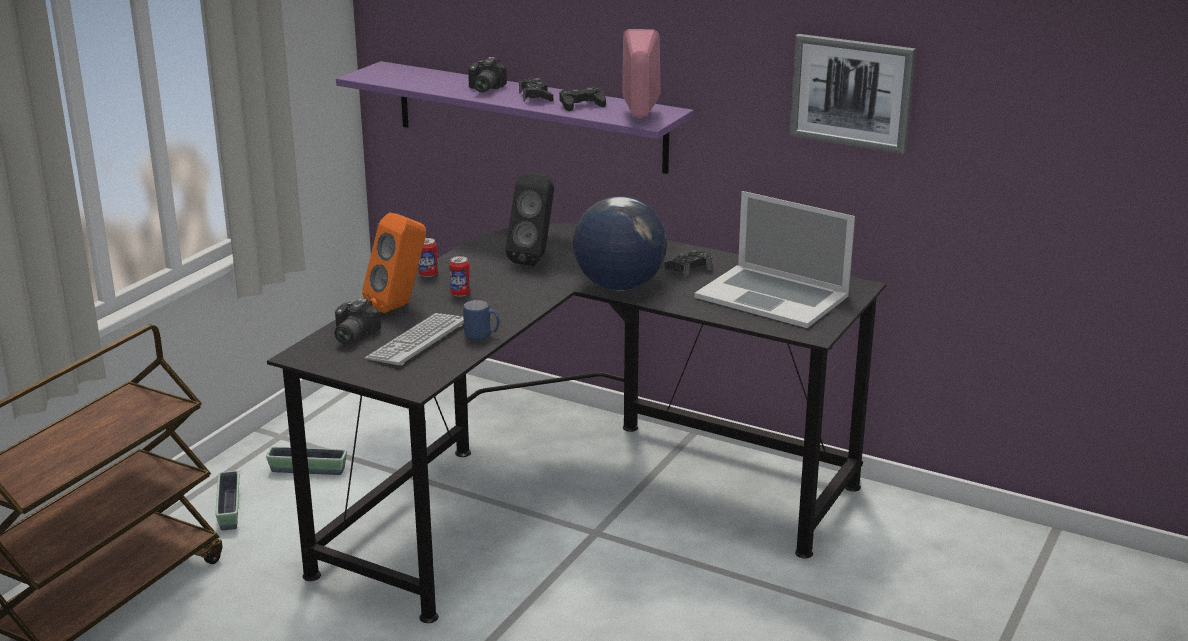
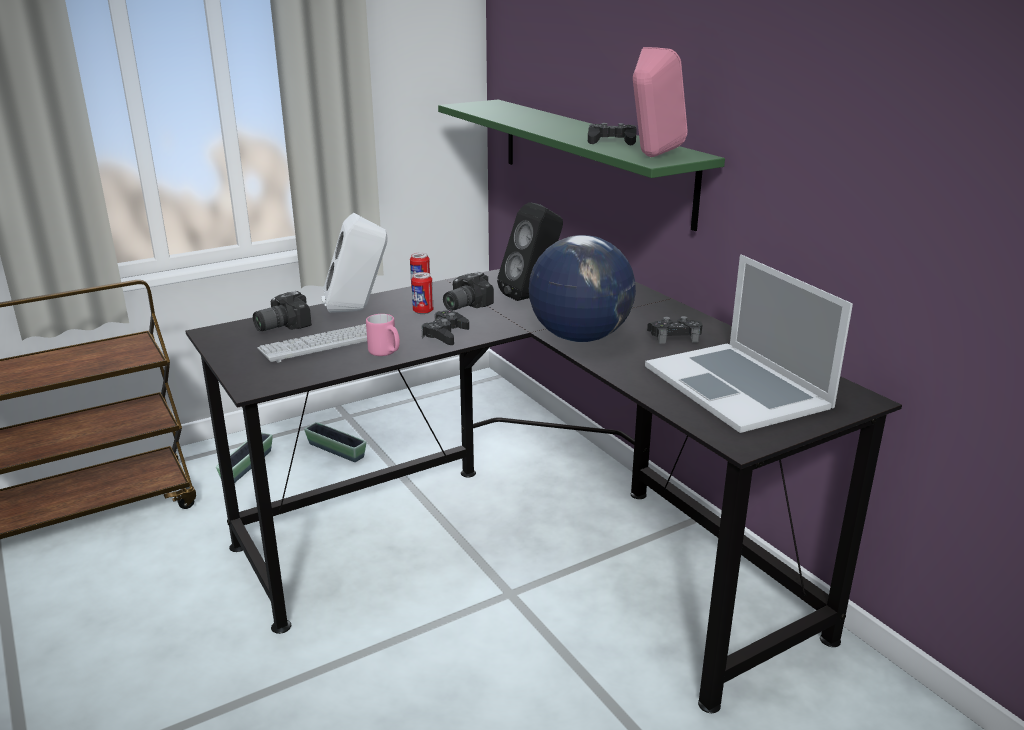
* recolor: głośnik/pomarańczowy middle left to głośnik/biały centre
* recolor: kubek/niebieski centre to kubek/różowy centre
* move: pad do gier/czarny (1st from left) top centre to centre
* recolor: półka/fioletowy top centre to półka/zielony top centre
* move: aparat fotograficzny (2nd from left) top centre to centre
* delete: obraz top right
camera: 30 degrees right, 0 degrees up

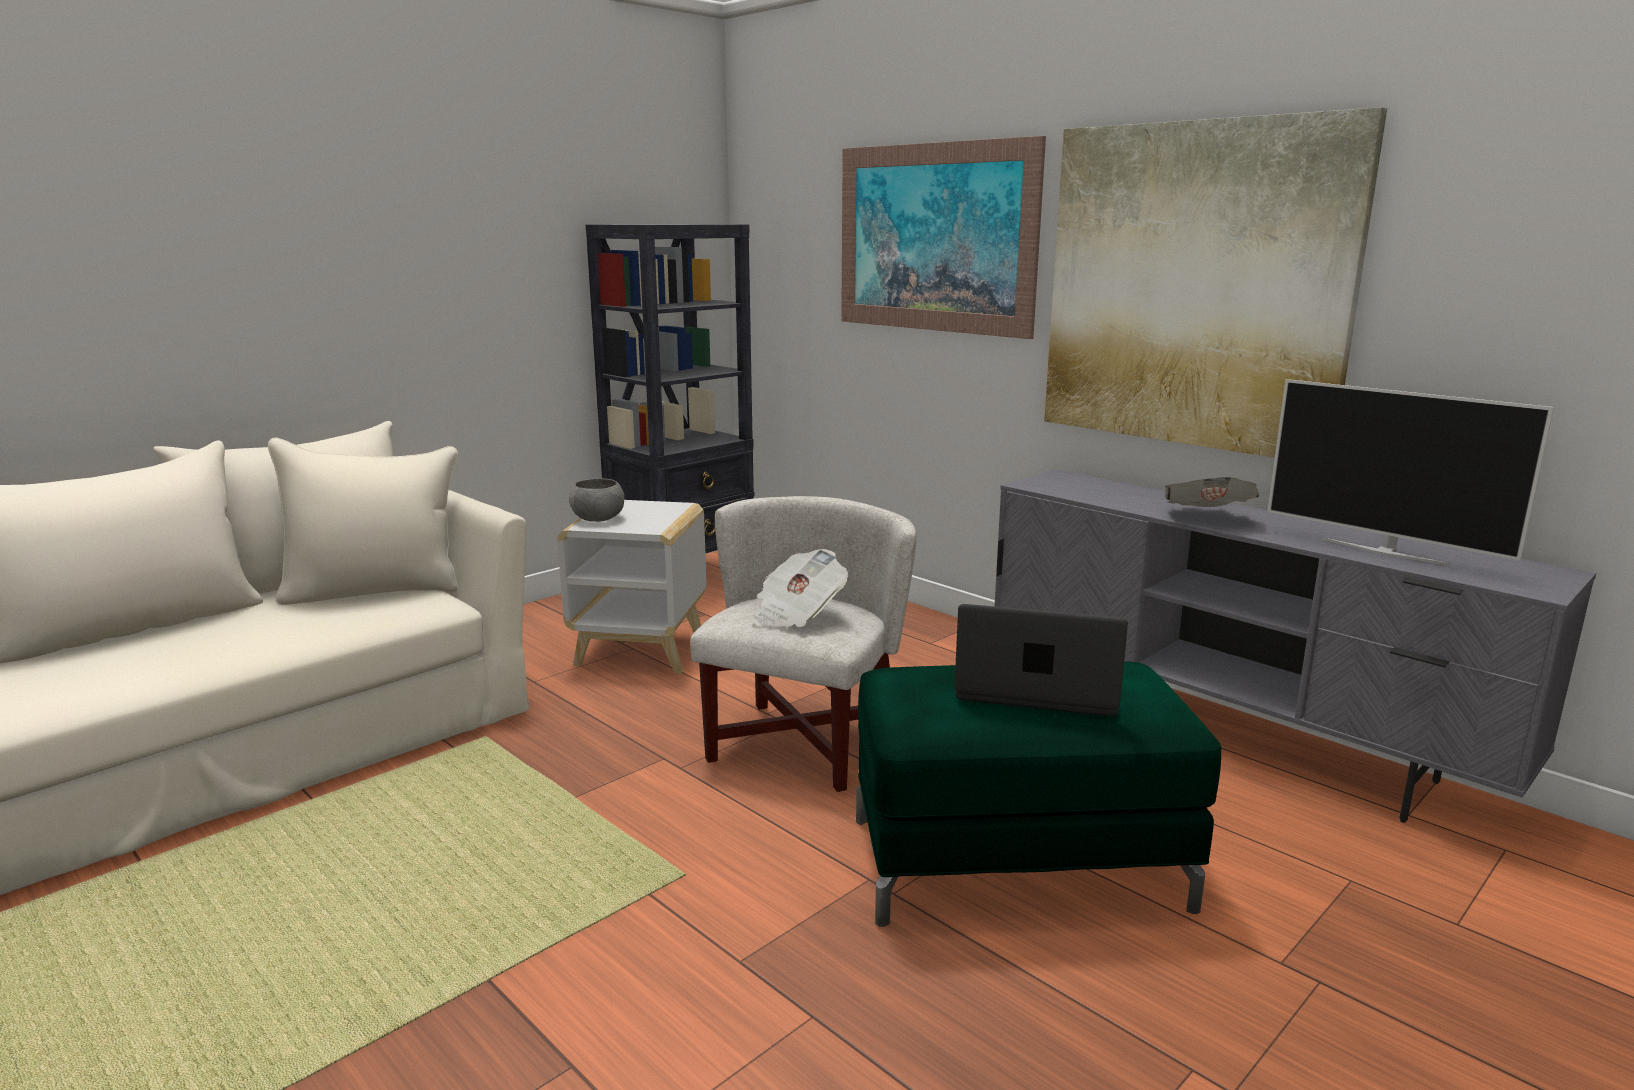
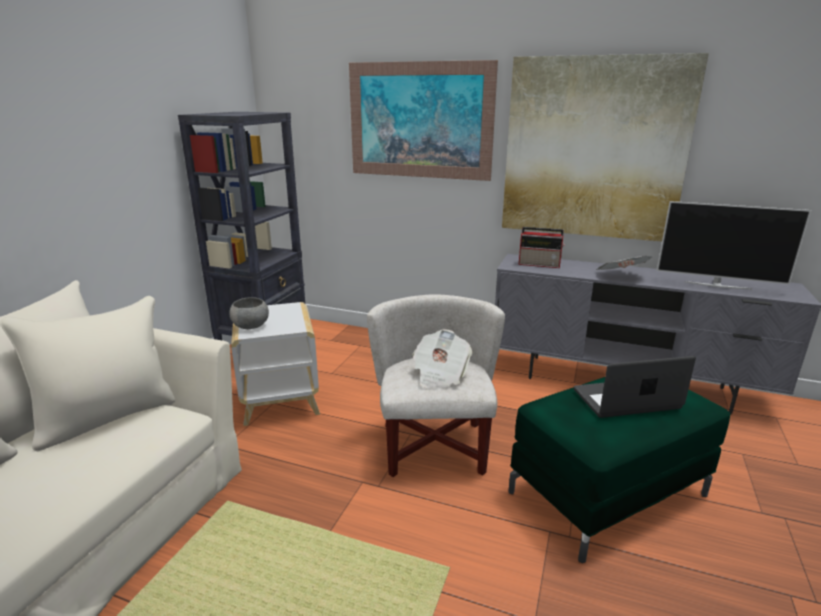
* insert: radio centre
camera: 25 degrees left, 5 degrees up

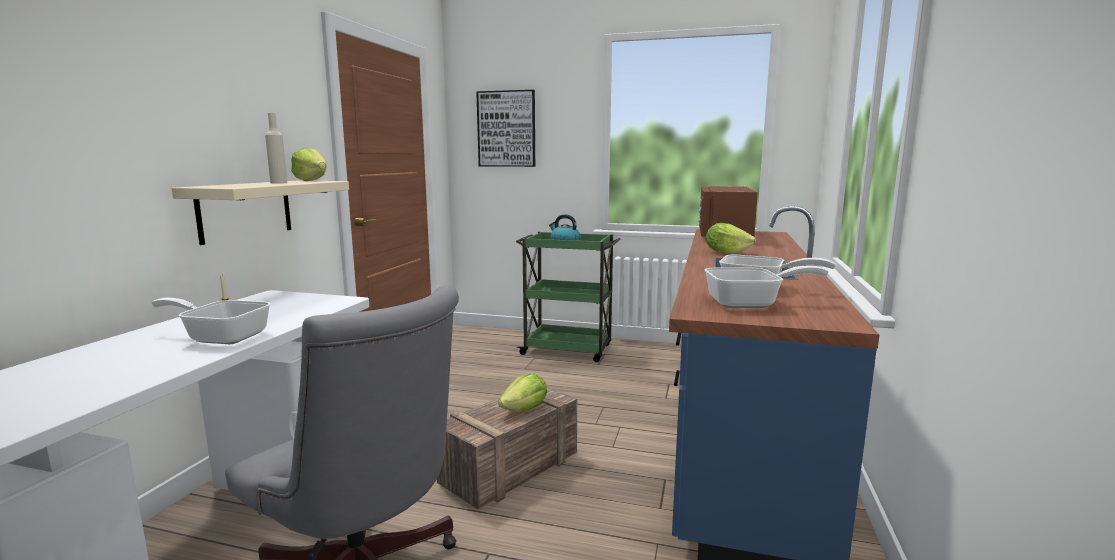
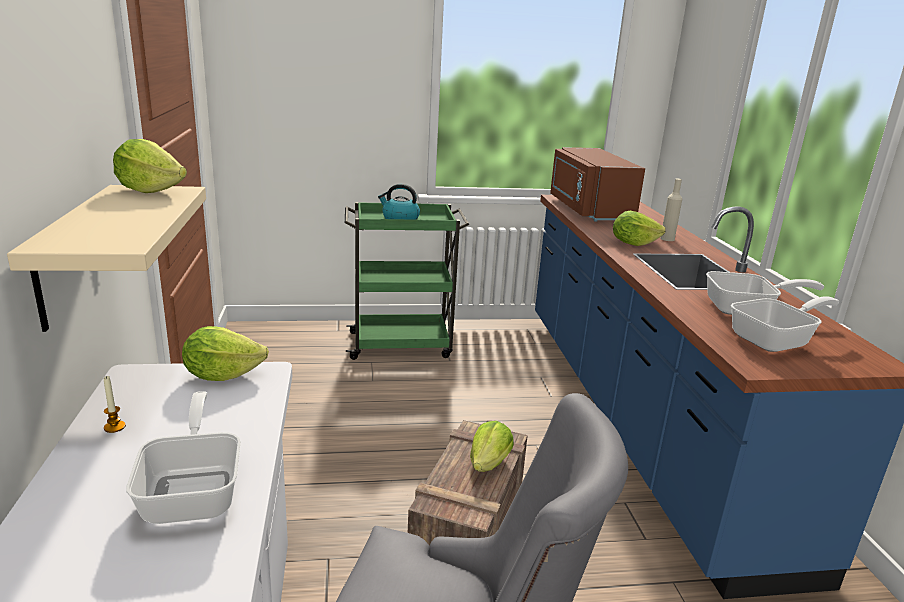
* rotate: patelnia (1st from left) middle left = bottom left 90 degrees clockwise
* insert: sałata (2nd from left) middle left
* move: butelka/beżowy top left to middle right
* delete: obraz top centre
camera: 25 degrees left, 10 degrees up

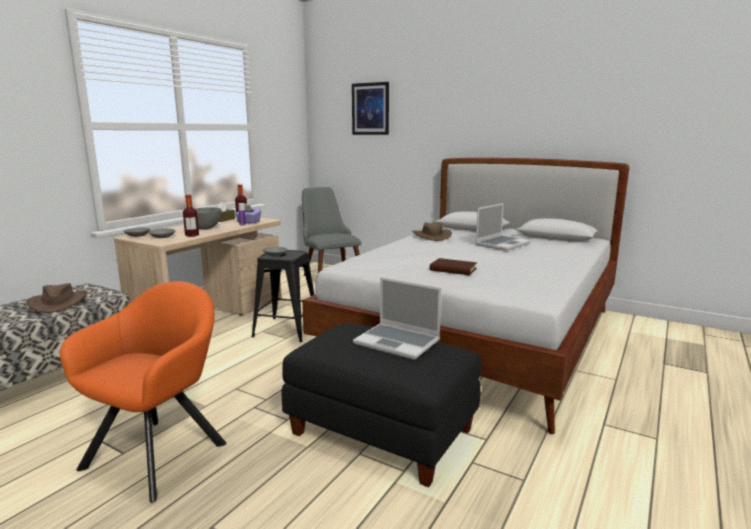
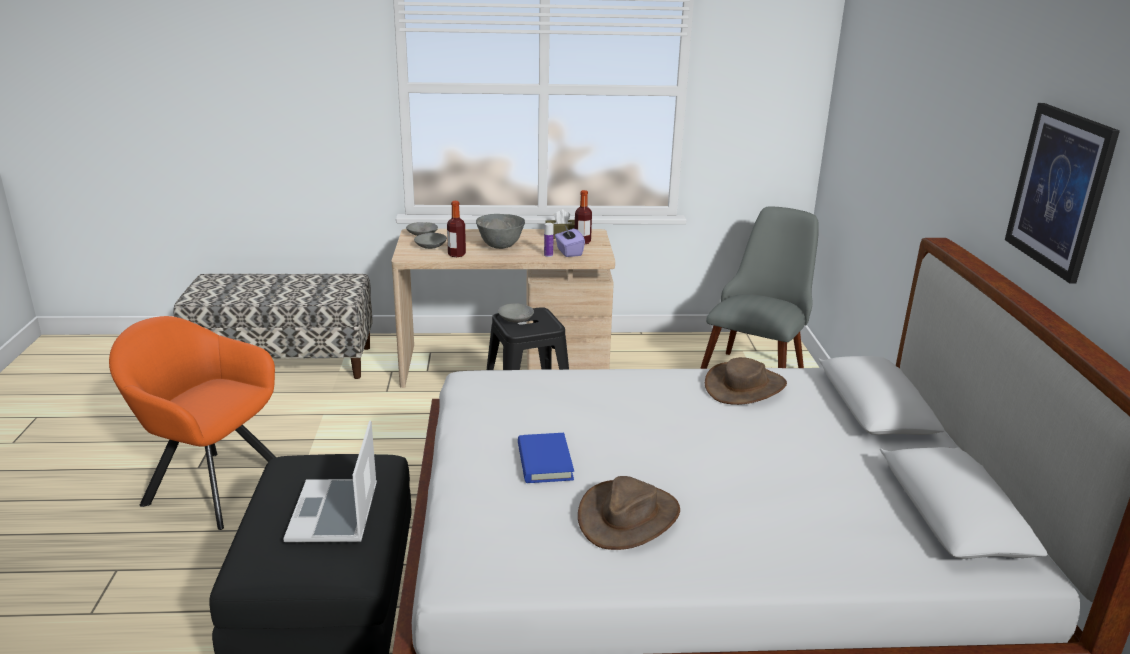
* rotate: fotel/pomarańczowy bottom left = middle left 150 degrees counterclockwise
* recolor: książka/brązowy centre to książka/niebieski bottom centre
* move: kapelusz/brązowy (1st from left) middle left to bottom centre
* move: obraz top centre to top right
* delete: laptop (2nd from left) middle right
camera: 55 degrees right, 10 degrees up

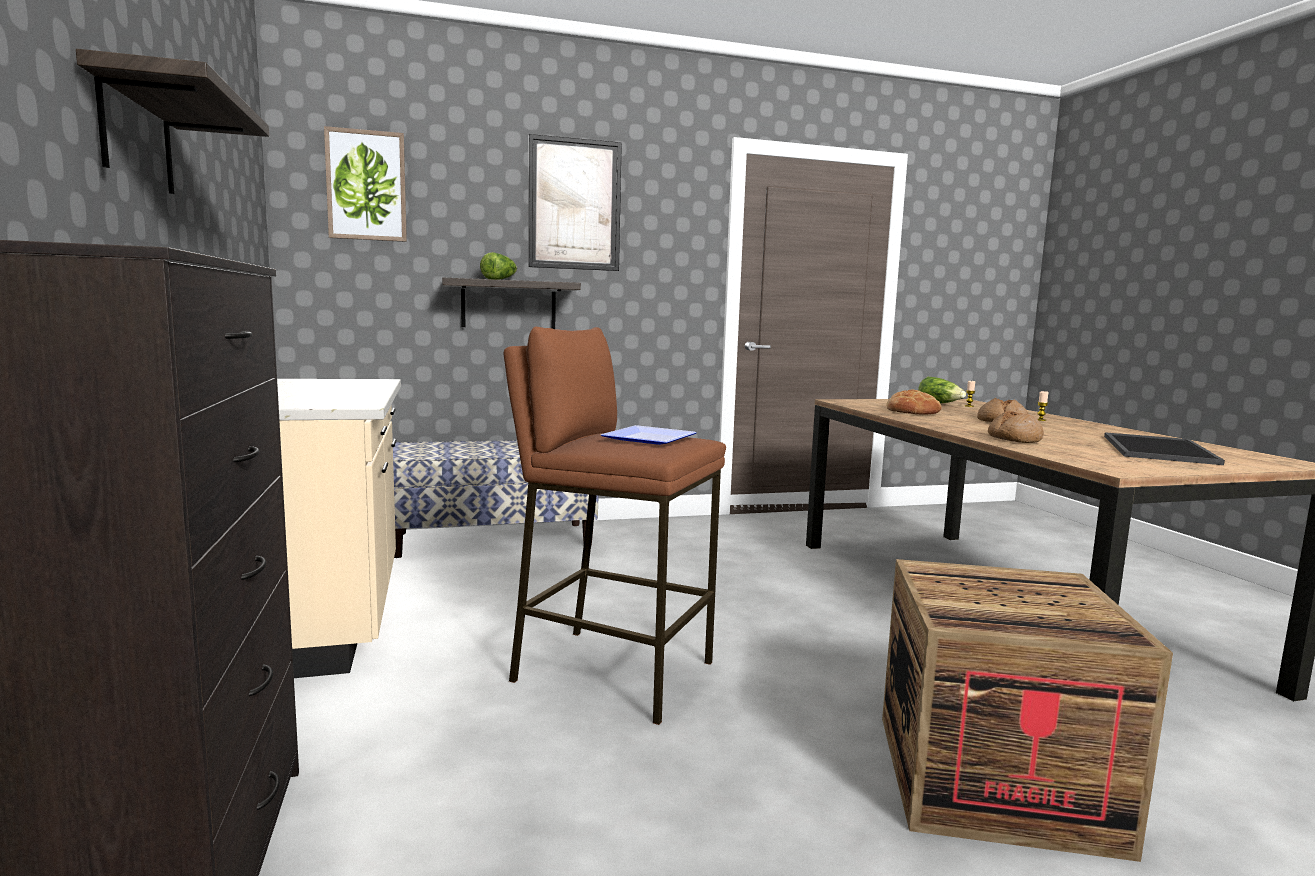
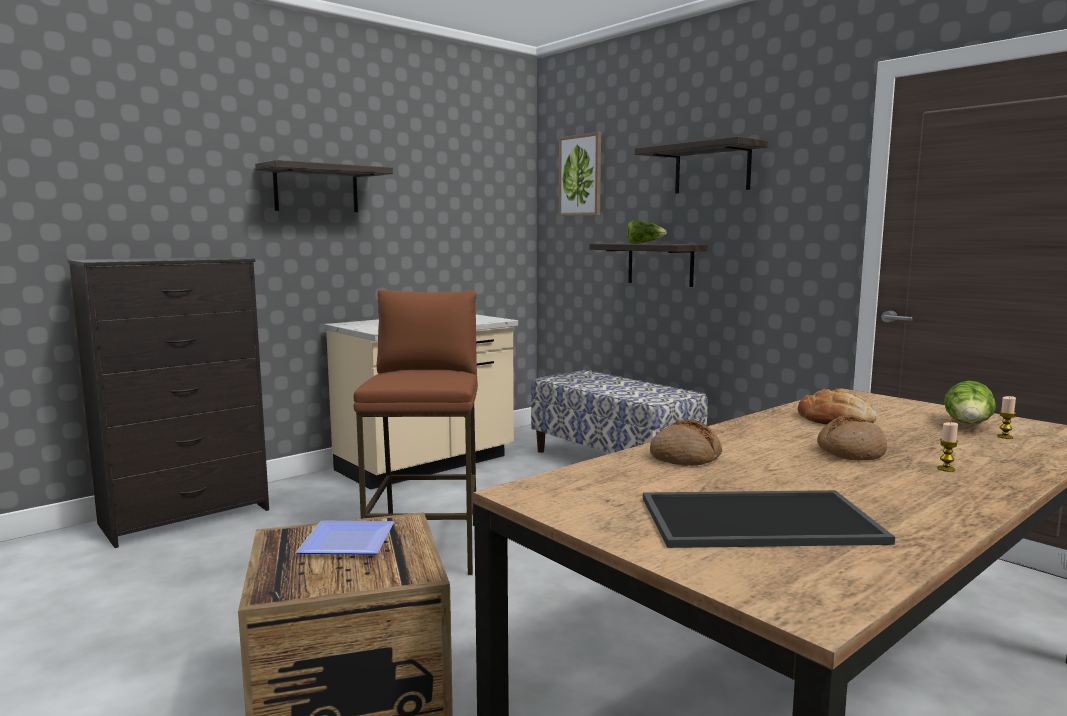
* move: talerz centre to bottom left
* replace: obraz (2nd from left) top centre to półka (3rd from left) top centre
camera: 65 degrees right, 0 degrees up

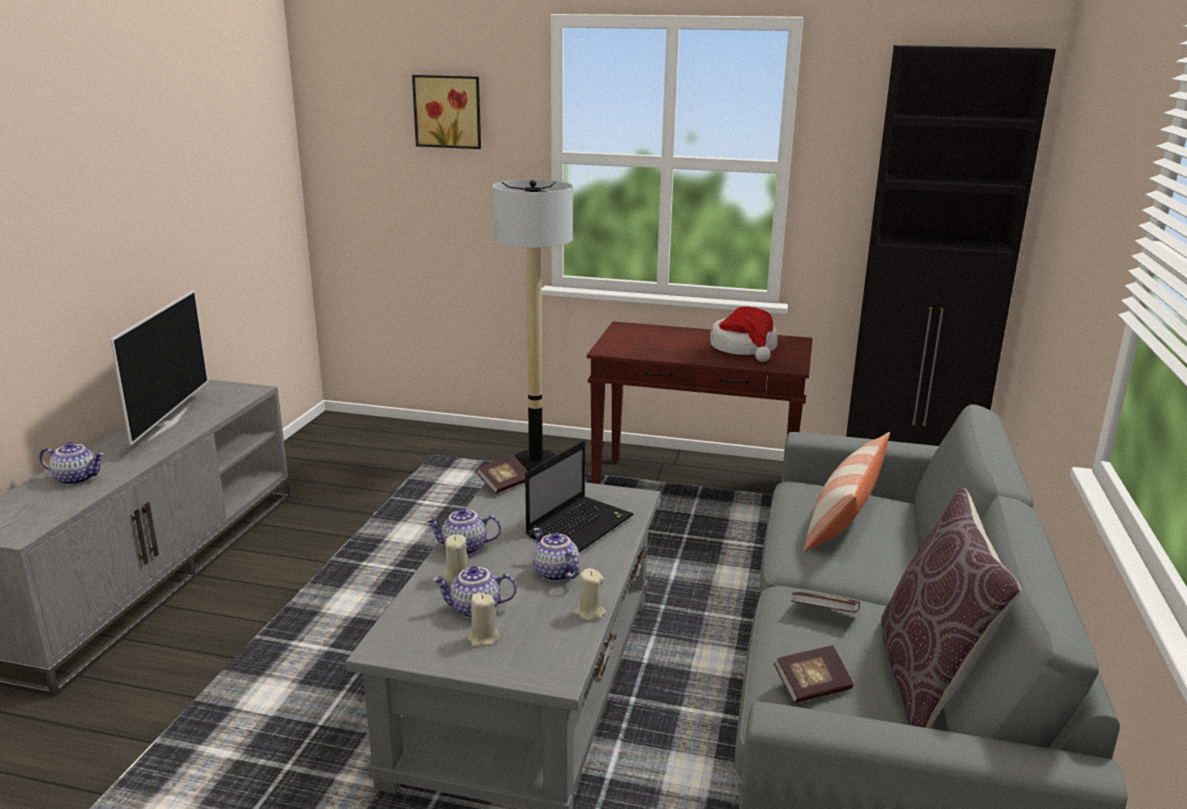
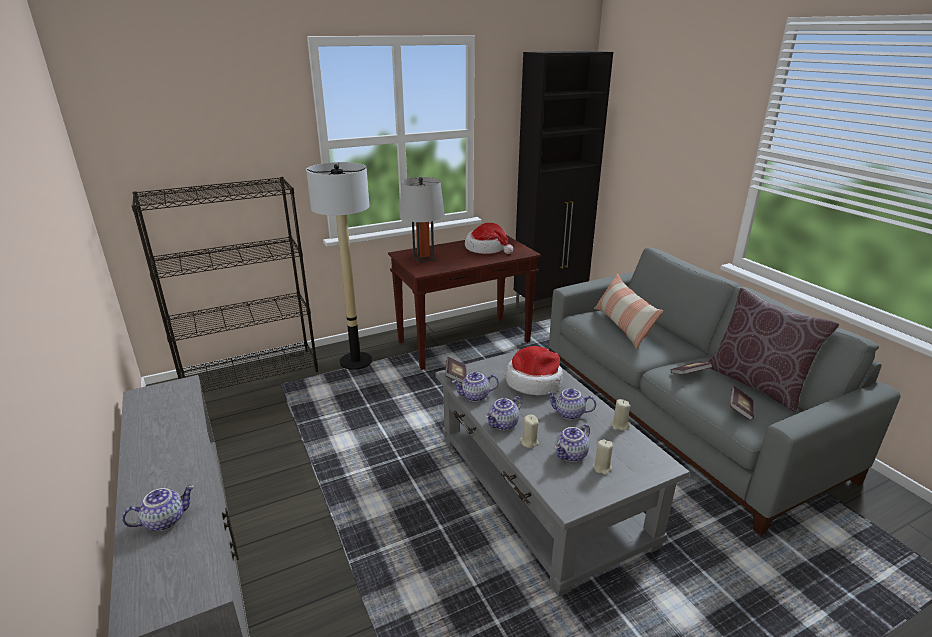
* insert: regał/czarny middle left
* insert: lampa stołowa/szary centre
* insert: imbryk (2nd from left) centre
* replace: laptop centre to kapelusz (2nd from left) centre
* delete: telewizor middle left
* delete: obraz top centre
camera: 40 degrees left, 5 degrees up

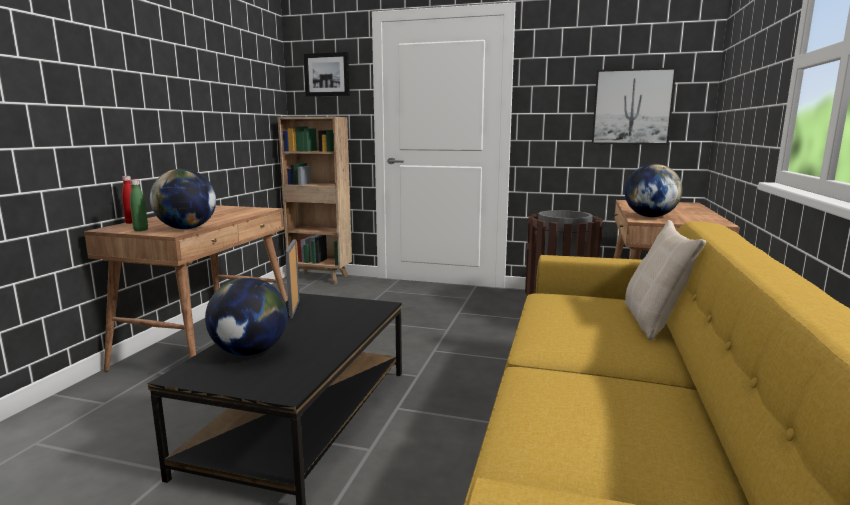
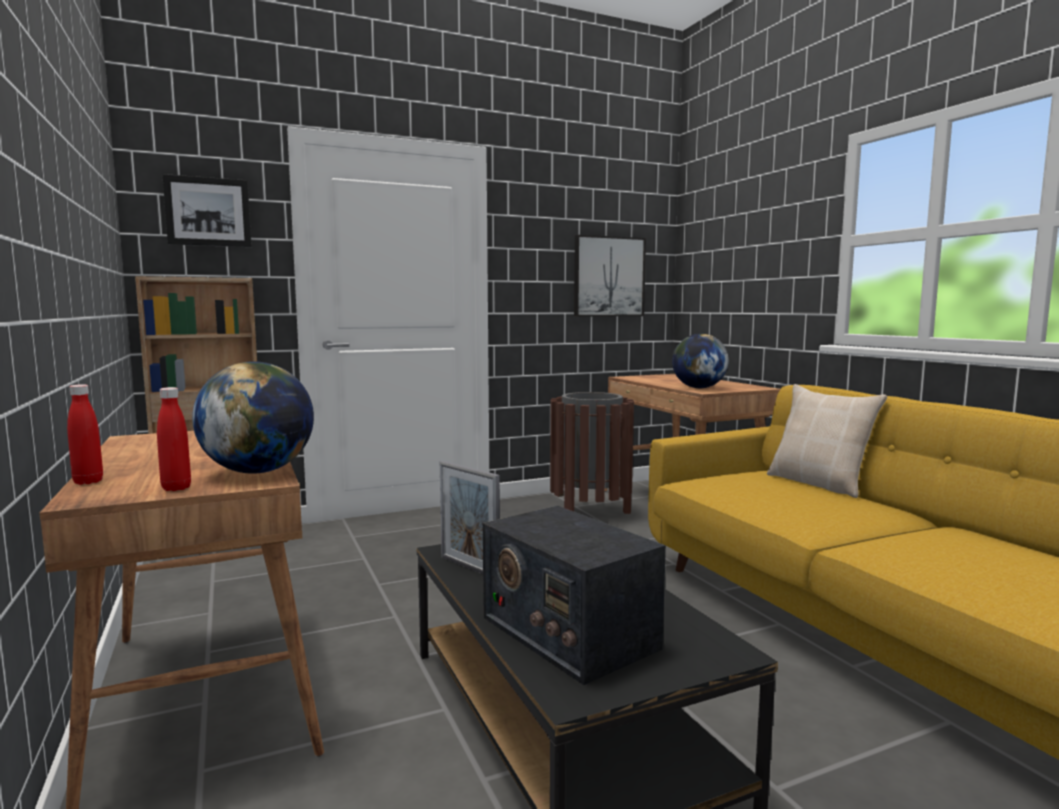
* recolor: butelka/zielony middle left to butelka/czerwony (2nd from left) middle left
* replace: globus (2nd from left) middle left to radio bottom centre
camera: 40 degrees left, 5 degrees down

